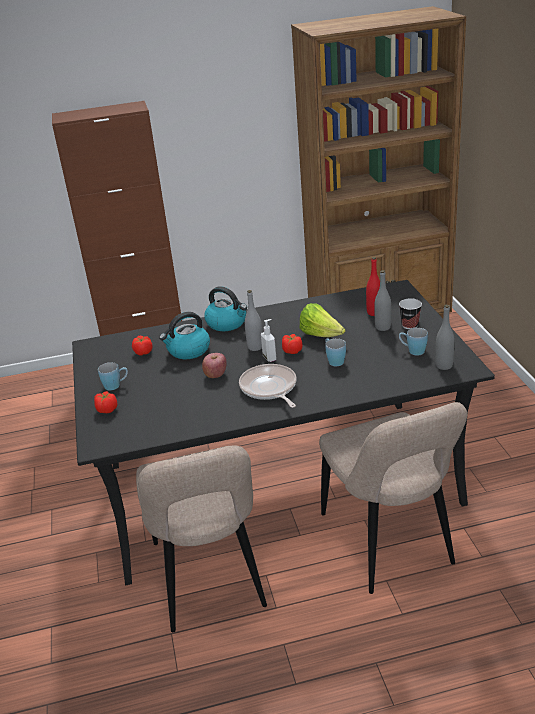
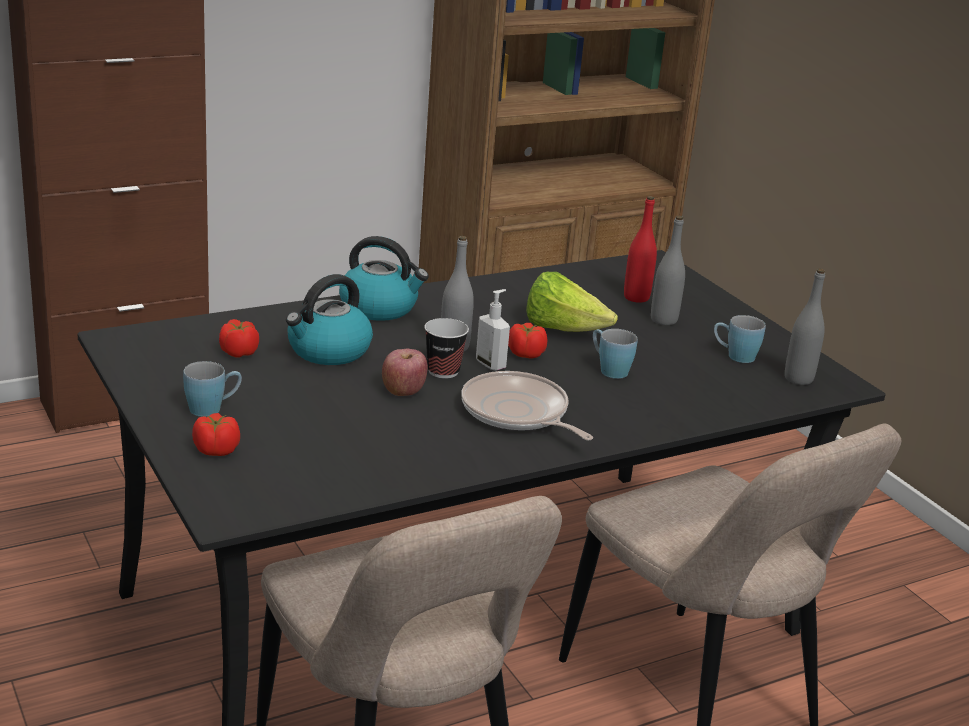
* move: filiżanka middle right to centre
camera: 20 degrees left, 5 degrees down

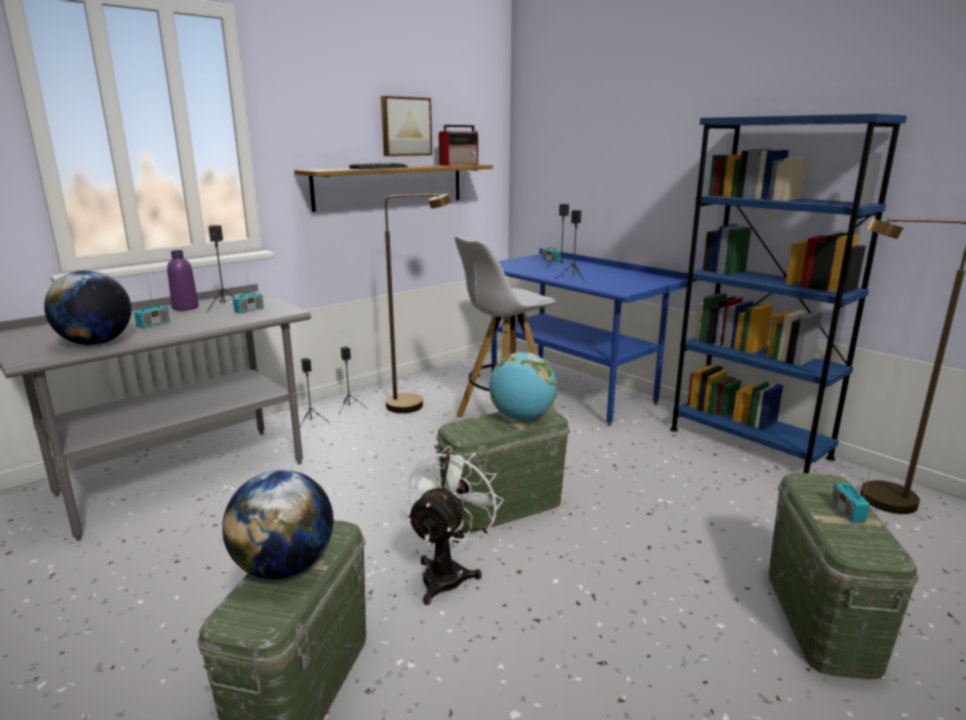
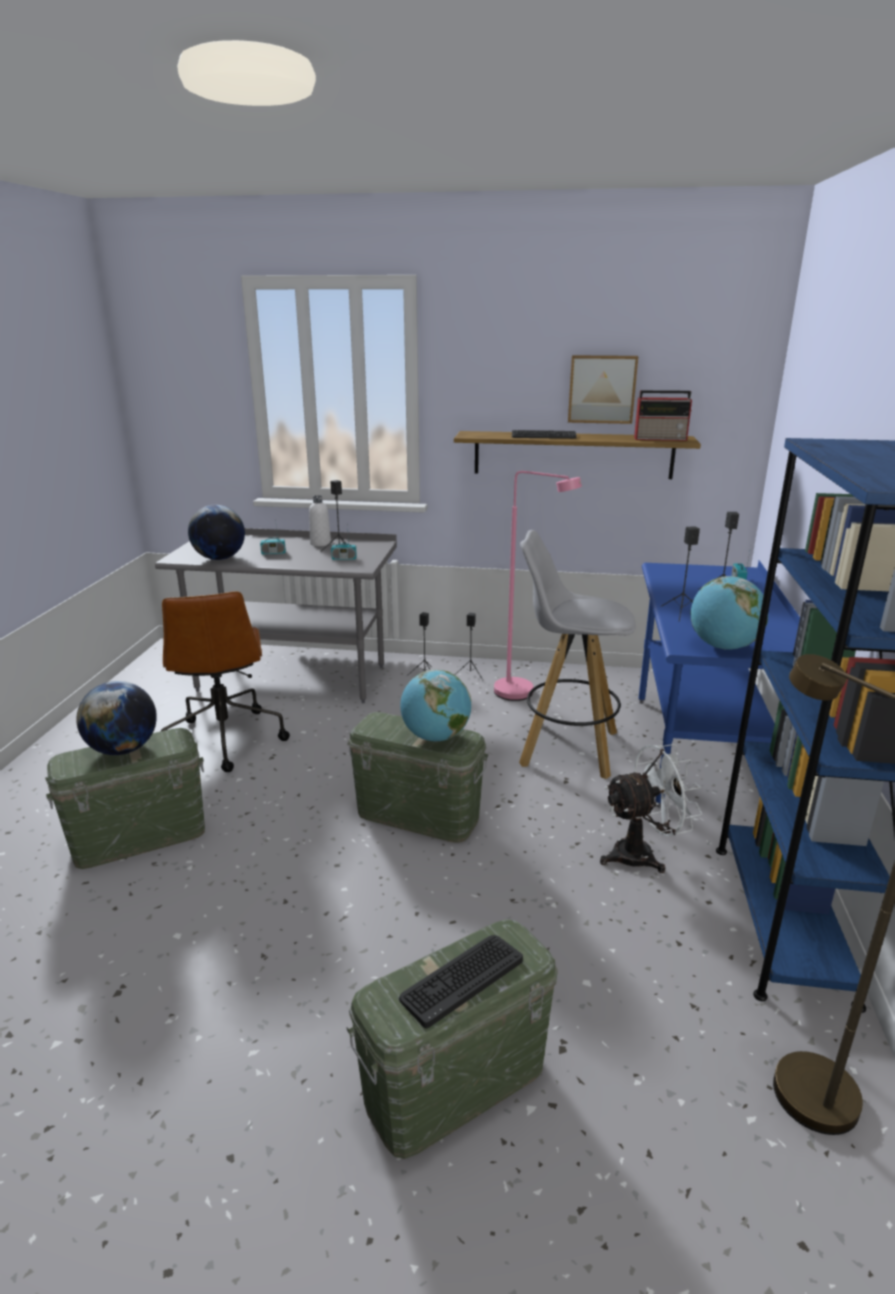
* insert: krzesło biurowe/brązowy middle left
* recolor: butelka/fioletowy middle left to butelka/biały centre
* replace: radio (5th from left) bottom right to klawiatura (1st from left) bottom centre
* recolor: lampa stojąca/brązowy (1st from left) centre to lampa stojąca/różowy centre
* move: wentylator/biały bottom centre to middle right
* insert: globus (4th from left) middle right
camera: 50 degrees right, 5 degrees up

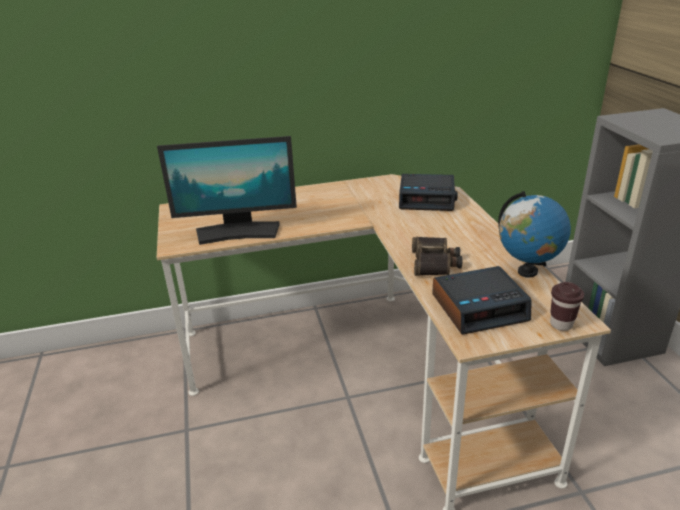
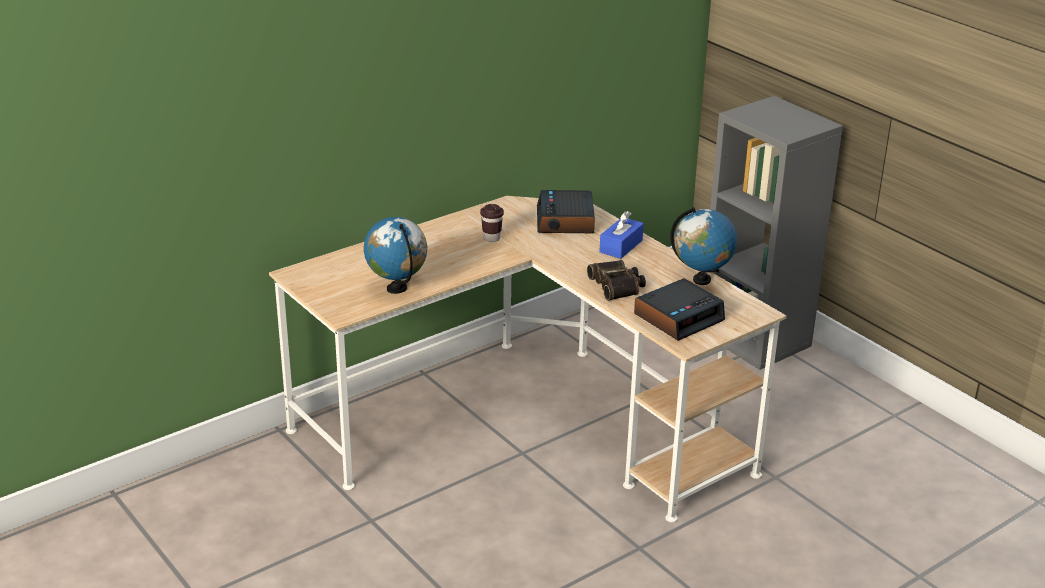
* replace: monitor centre to globus (1st from left) centre
* move: filiżanka/brązowy middle right to centre
* rotate: budzik (1st from left) centre = centre 105 degrees clockwise
* insert: pudełko chusteczek/niebieski centre
camera: 25 degrees left, 0 degrees up

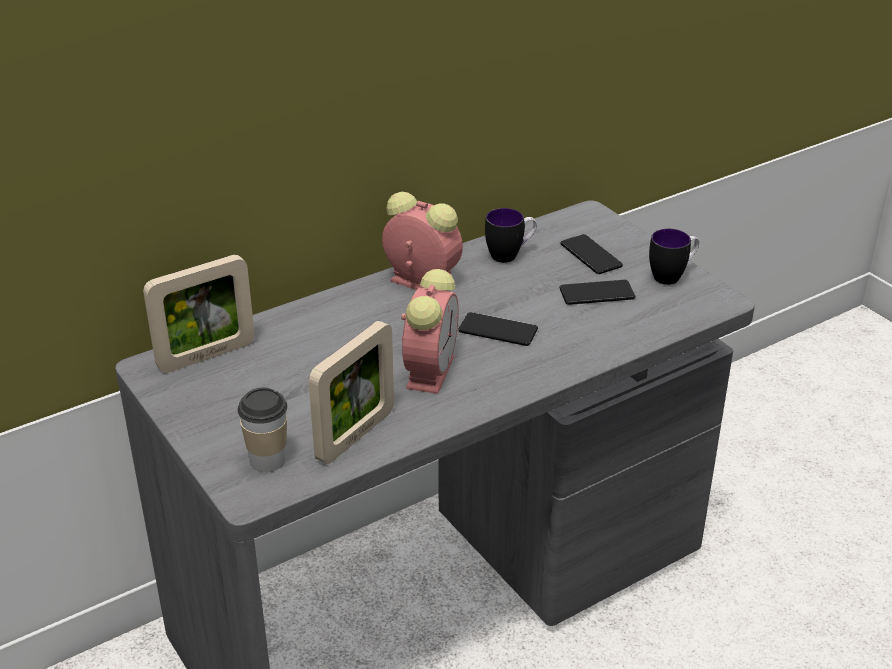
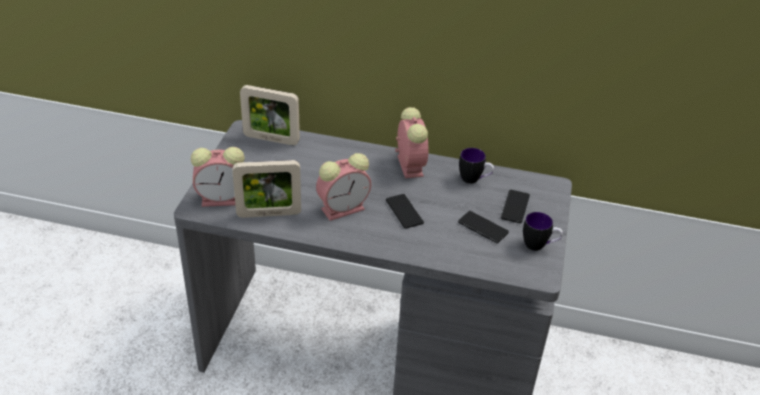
* replace: filiżanka middle left to budzik (1st from left) middle left
camera: 45 degrees right, 5 degrees up

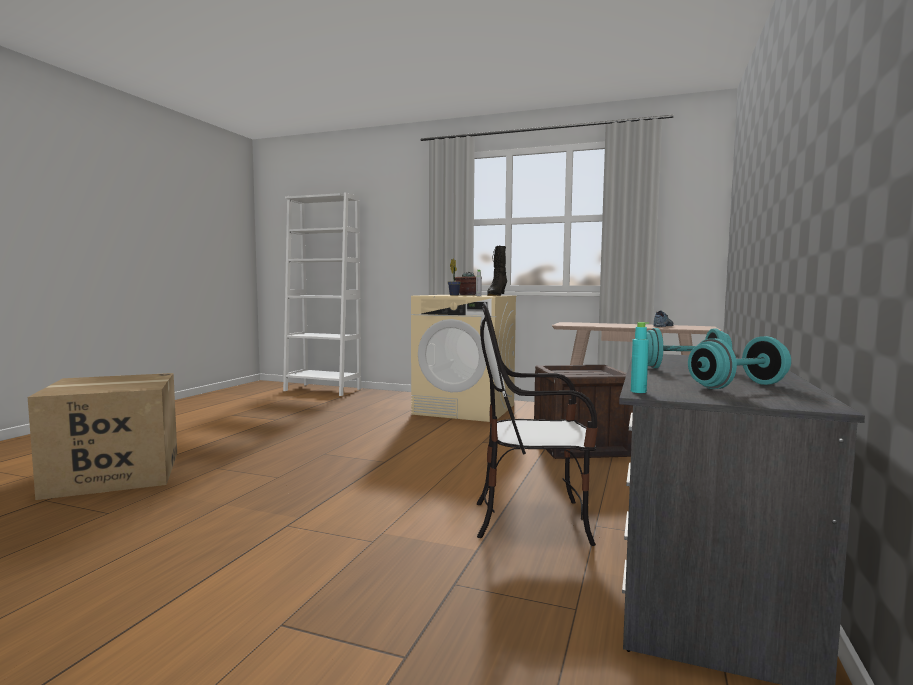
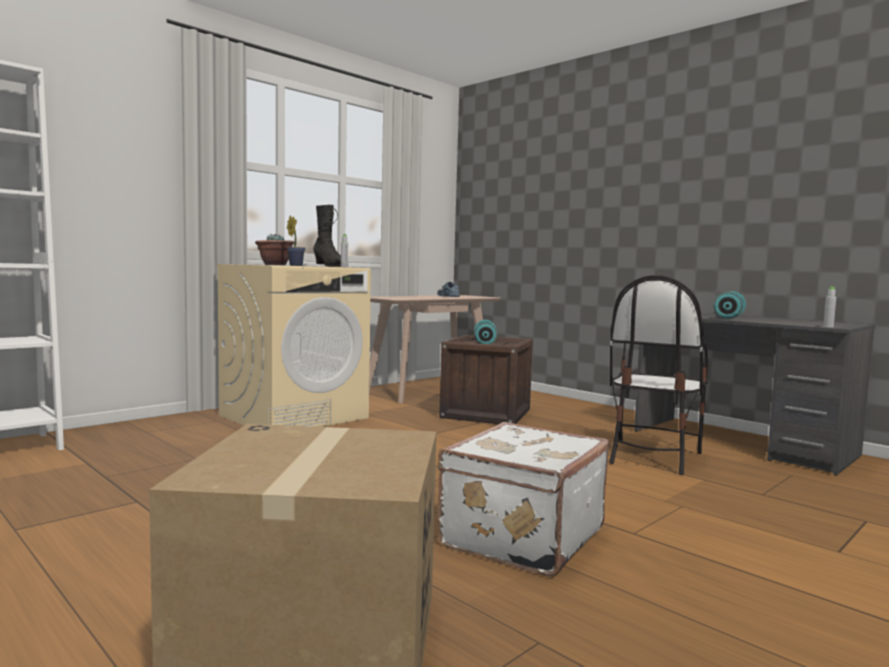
* insert: walizka/biały bottom centre
* move: hantel/turkusowy (2nd from left in the first image) middle right to hantel/turkusowy (1st from left) centre
* recolor: butelka/turkusowy middle right to butelka/szary (2nd from left) middle right
camera: 65 degrees left, 0 degrees up

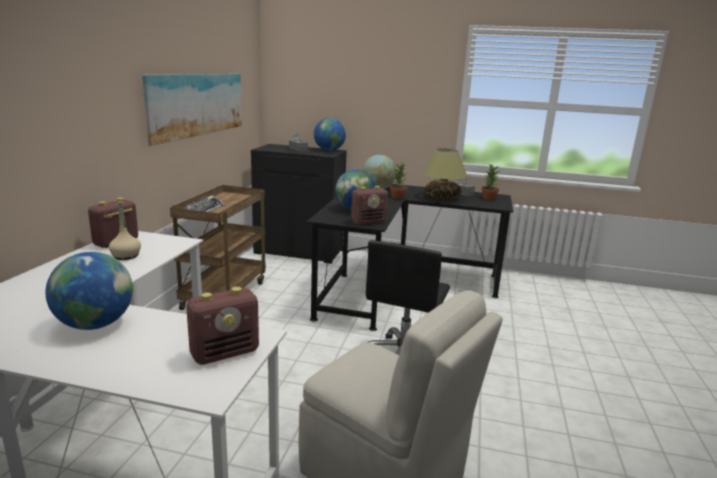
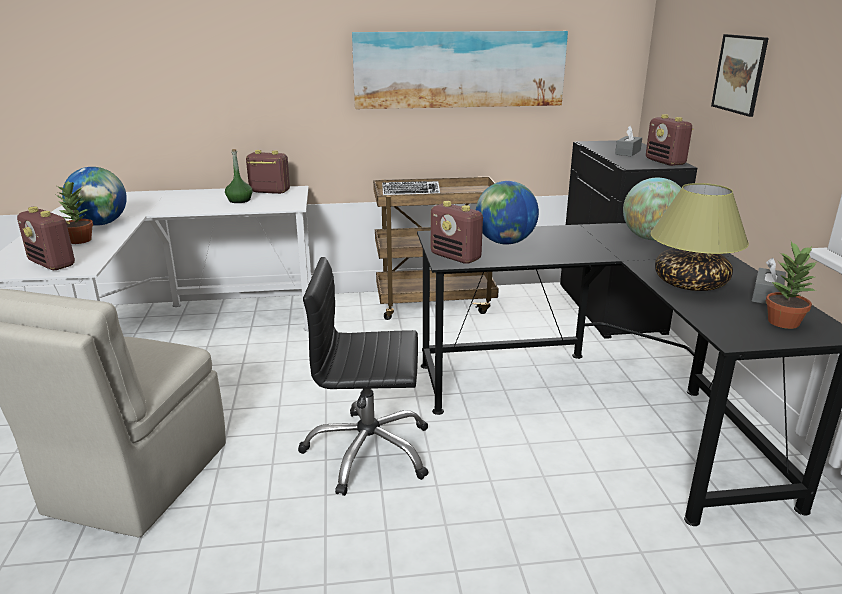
* move: roślina doniczkowa (1st from left) centre to middle left
* recolor: butelka/beżowy middle left to butelka/zielony top left
* replace: globus (2nd from left) top centre to radio (4th from left) top right
* insert: obraz (2nd from left) top right
camera: 70 degrees right, 5 degrees up

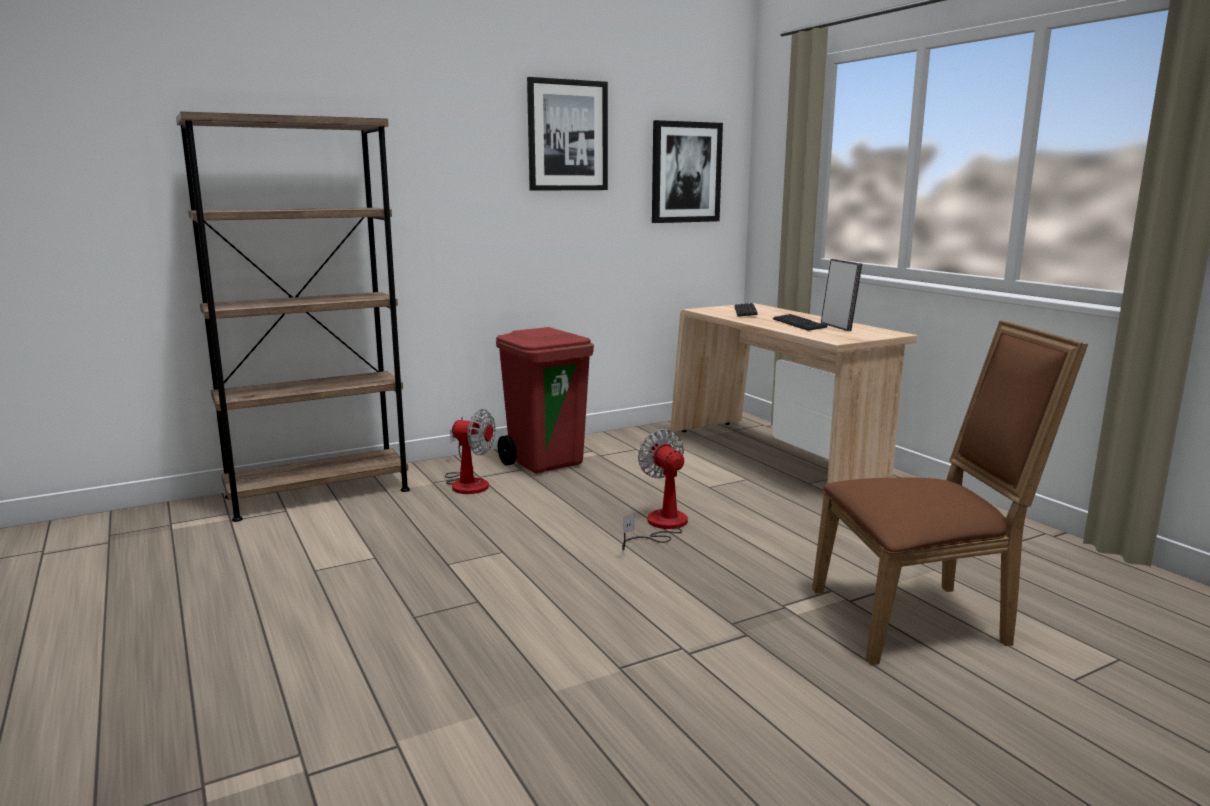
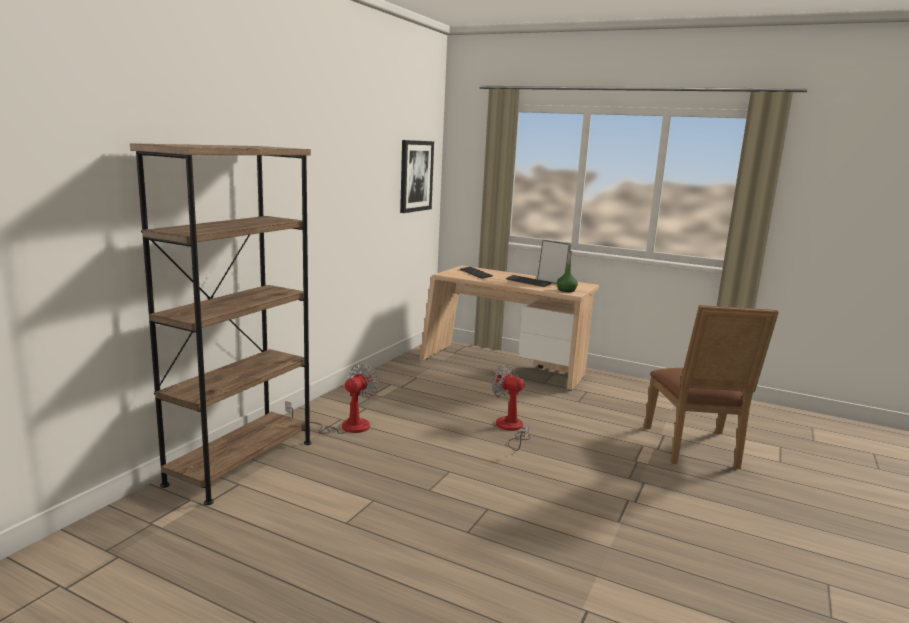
* rotate: wentylator (1st from left) centre = centre 45 degrees counterclockwise
* insert: butelka/zielony centre
* rotate: krzesło/brązowy middle right = middle right 135 degrees clockwise
* delete: kosz na śmieci/czerwony centre
* delete: obraz (1st from left) top centre
camera: 35 degrees left, 0 degrees up

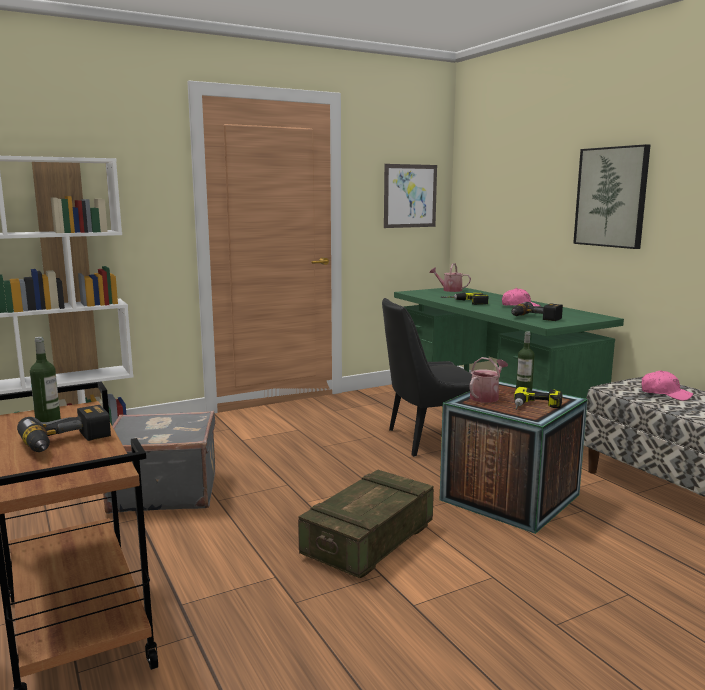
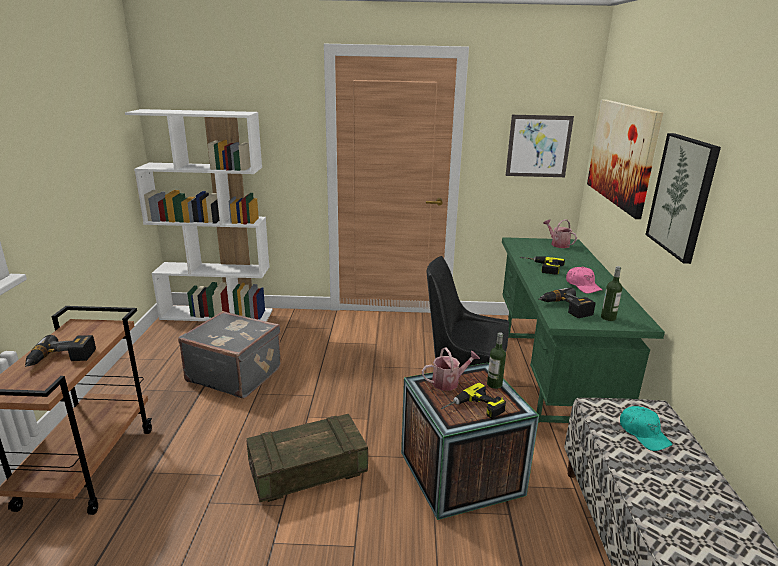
* insert: obraz (2nd from left) top right
* move: butelka (1st from left in the first image) middle left to butelka (2nd from left) middle right
* recolor: czapka z daszkiem/różowy (2nd from left) middle right to czapka z daszkiem/turkusowy bottom right
camera: 30 degrees right, 10 degrees up

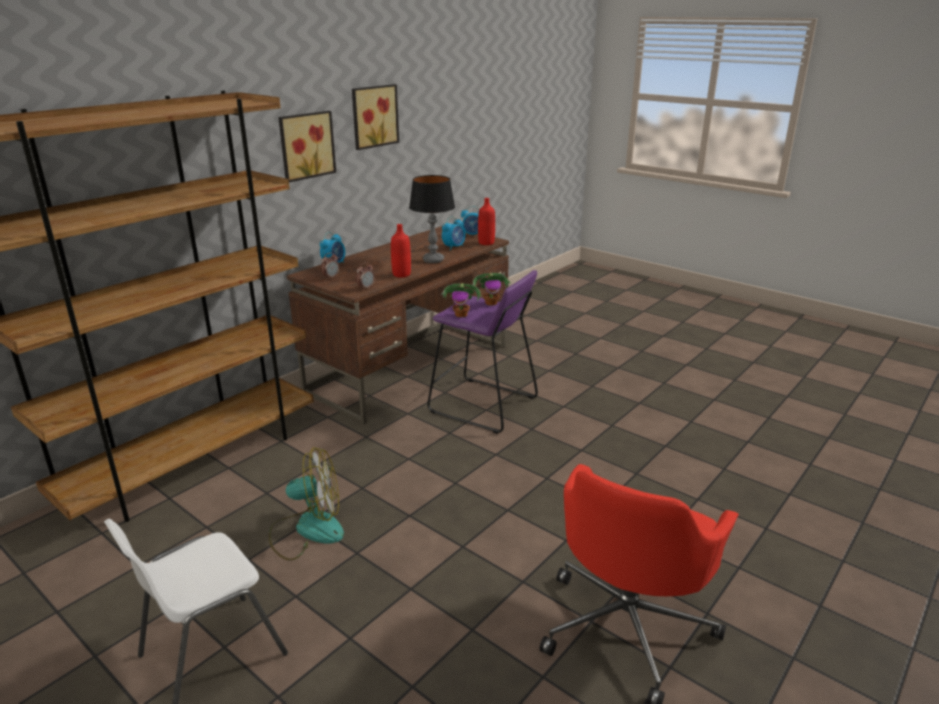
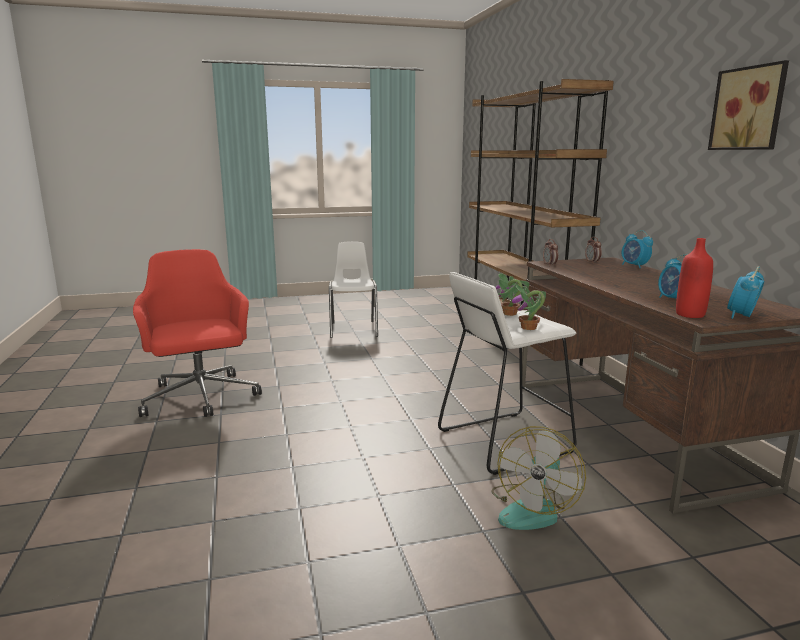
* recolor: stołek/fioletowy centre to stołek/biały centre
* move: wentylator bottom left to bottom right
* delete: obraz (1st from left) top left
* delete: butelka/czerwony (1st from left) centre
* delete: lampa stołowa top centre
camera: 125 degrees right, 10 degrees down

